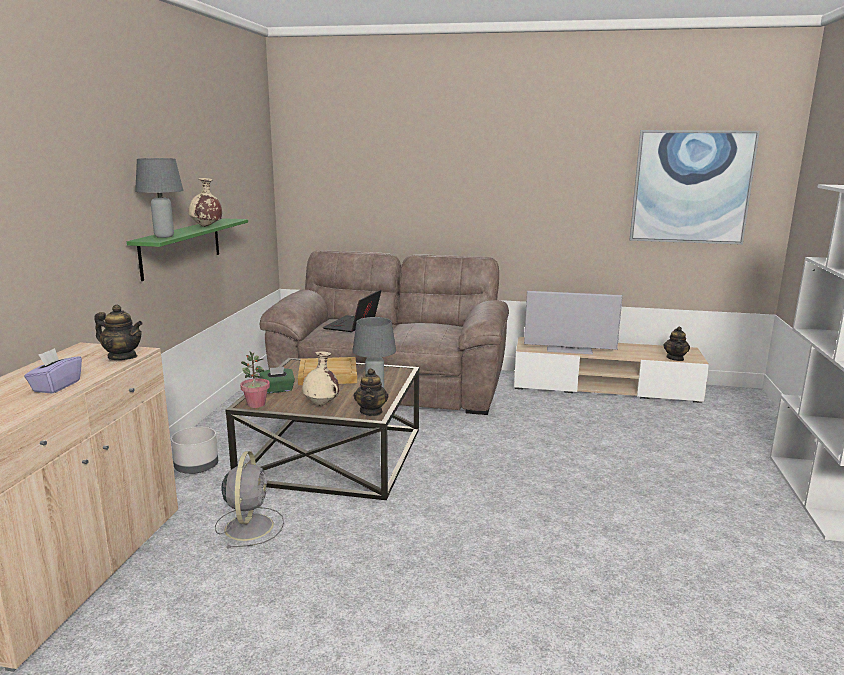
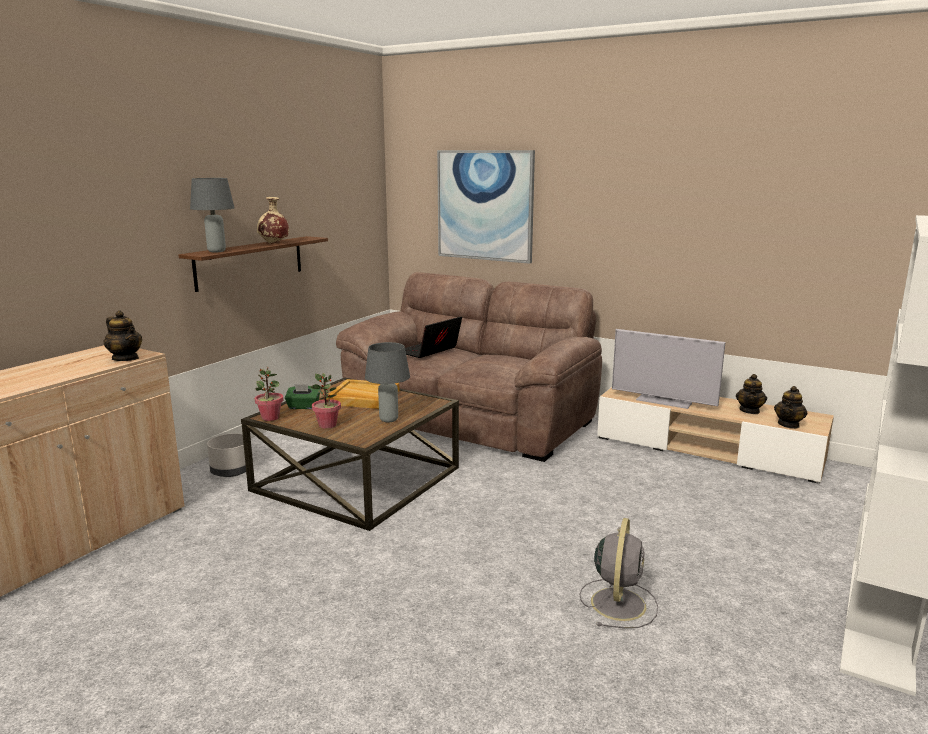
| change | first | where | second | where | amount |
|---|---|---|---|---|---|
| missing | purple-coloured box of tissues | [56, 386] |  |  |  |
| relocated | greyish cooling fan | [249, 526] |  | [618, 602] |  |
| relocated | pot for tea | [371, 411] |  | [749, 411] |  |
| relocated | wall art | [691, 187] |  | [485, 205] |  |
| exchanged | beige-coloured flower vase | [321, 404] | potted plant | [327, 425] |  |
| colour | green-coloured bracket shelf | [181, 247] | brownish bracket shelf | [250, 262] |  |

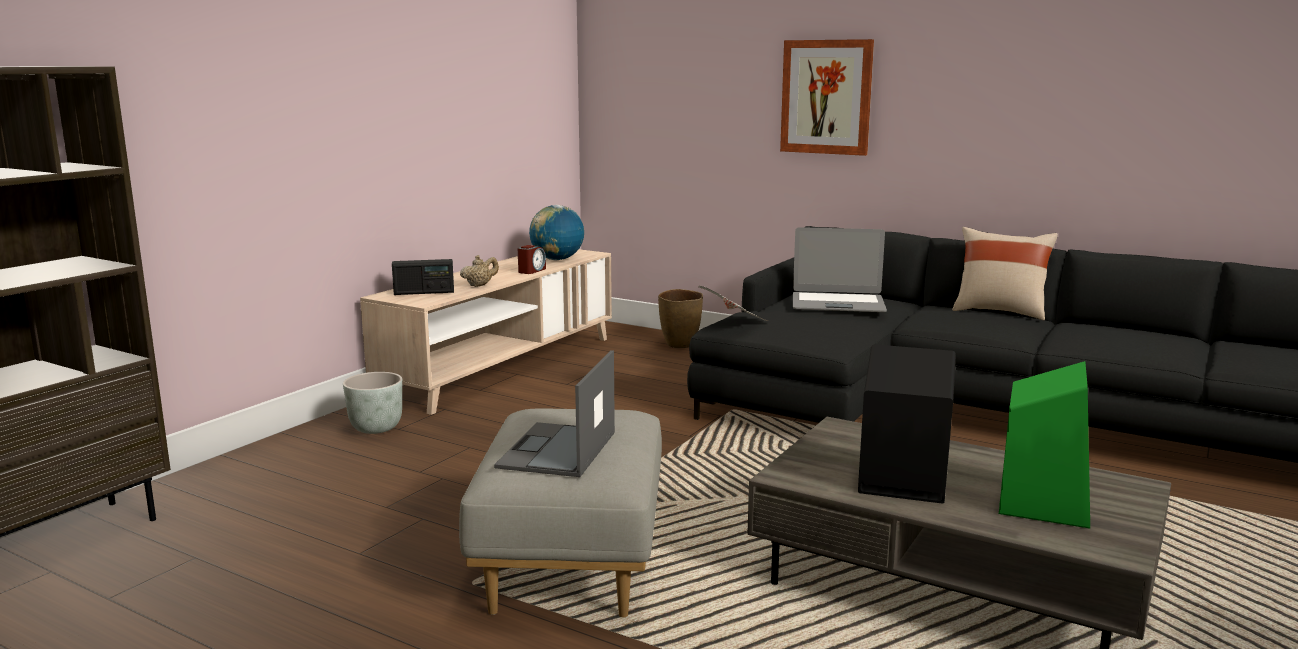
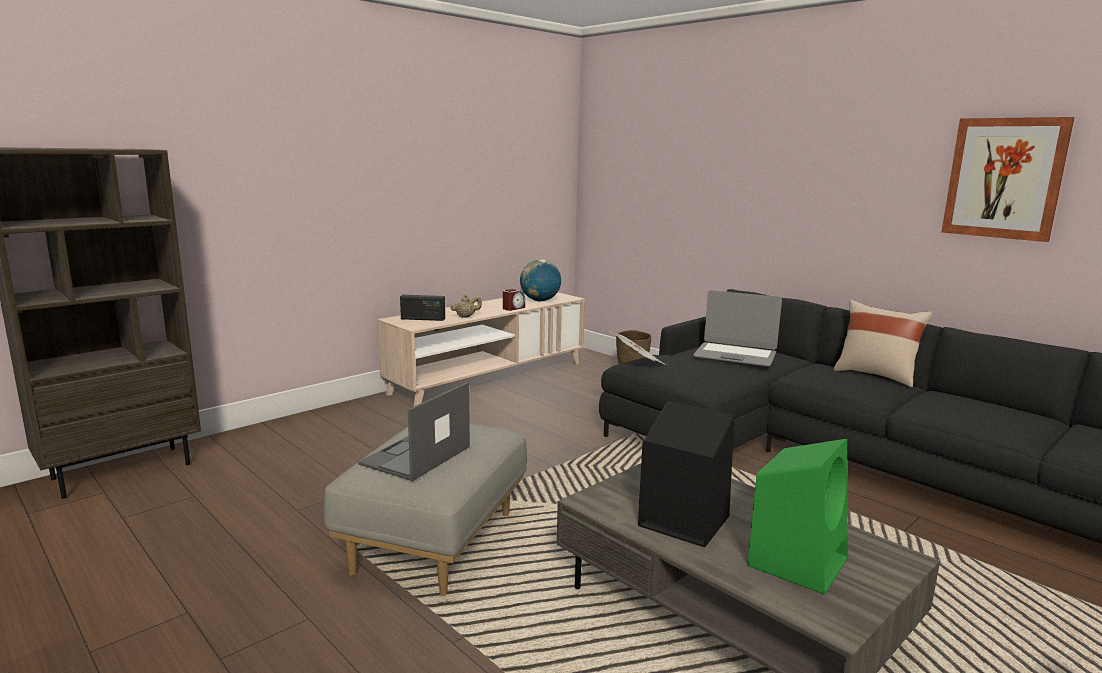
| change | first | where | second | where | amount |
|---|---|---|---|---|---|
| missing | greyish plant pot | [376, 428] |  |  |  |
| relocated | wall art | [826, 97] |  | [1004, 178] |  |

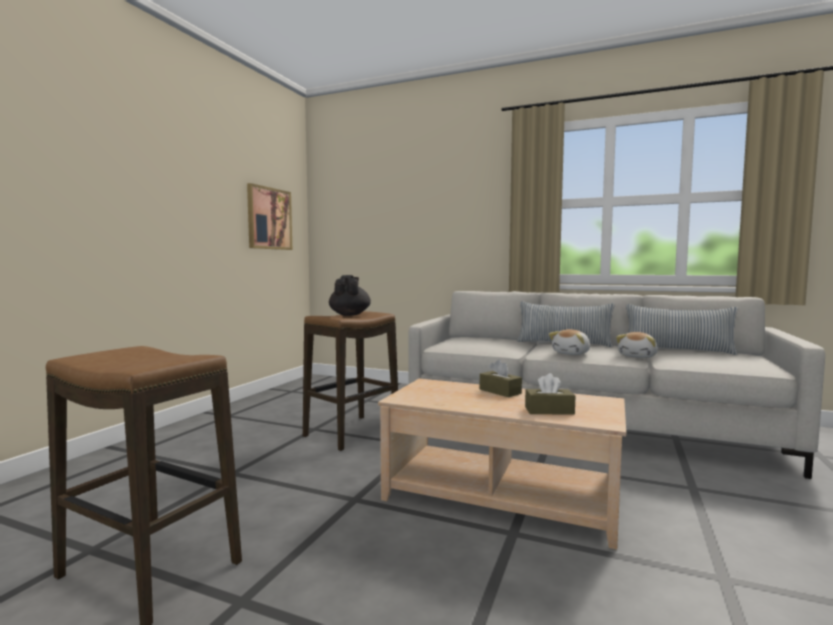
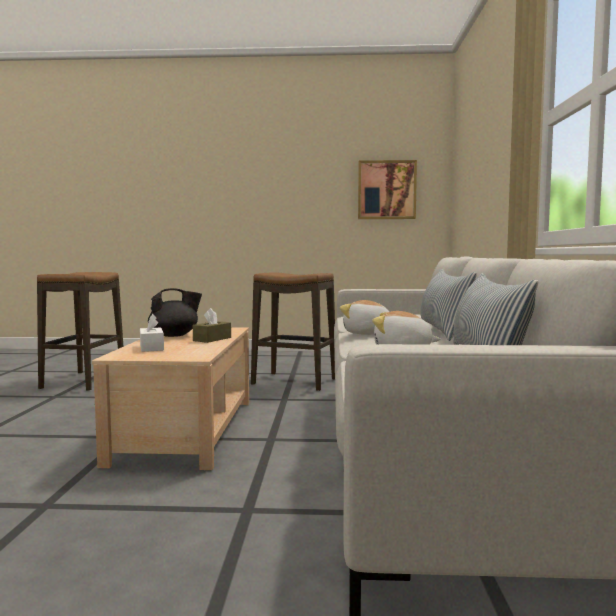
| change | first | where | second | where | amount |
|---|---|---|---|---|---|
| relocated | blackish pot for tea | [350, 315] |  | [174, 335] |  |
| colour | brownish box of tissues | [549, 410] | whitish box of tissues | [151, 347] |  |

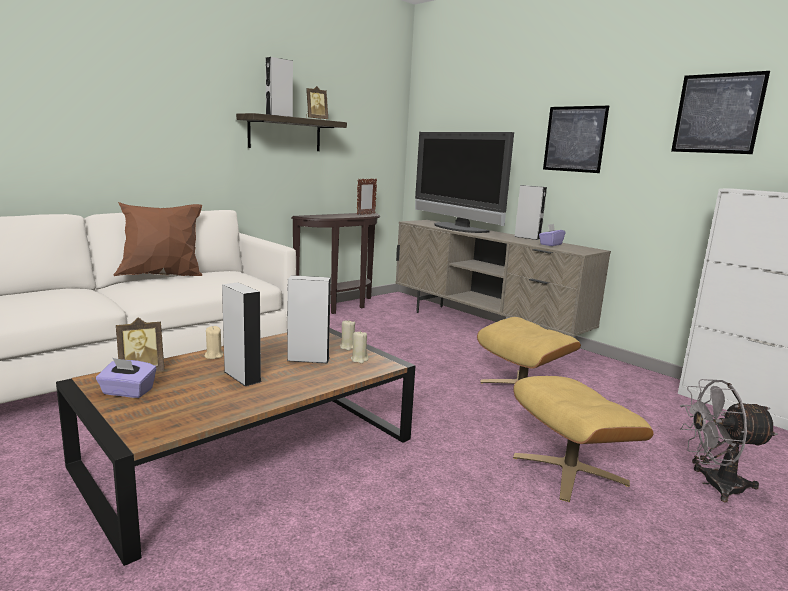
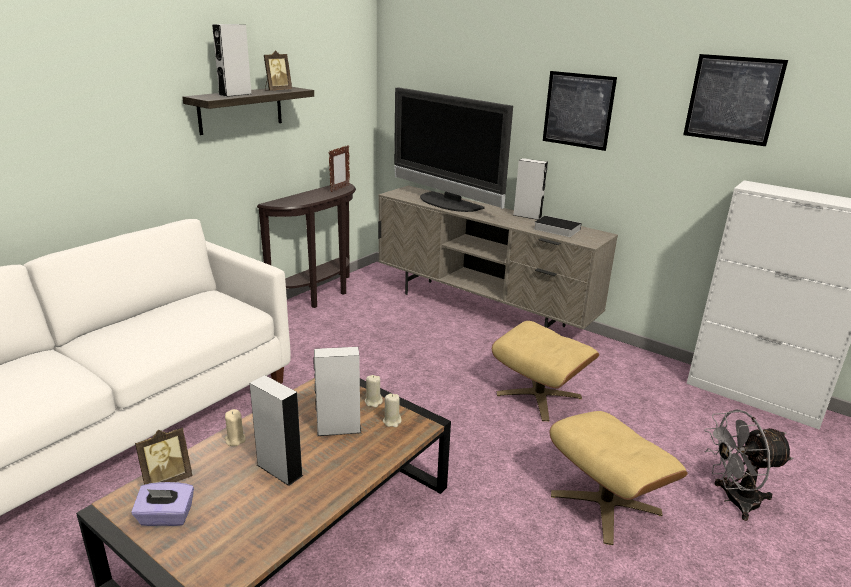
| change | first | where | second | where | amount |
|---|---|---|---|---|---|
| missing | brownish cushion | [163, 277] |  |  |  |
| exchanged | purple-coloured box of tissues | [550, 244] | book | [555, 229] |  |

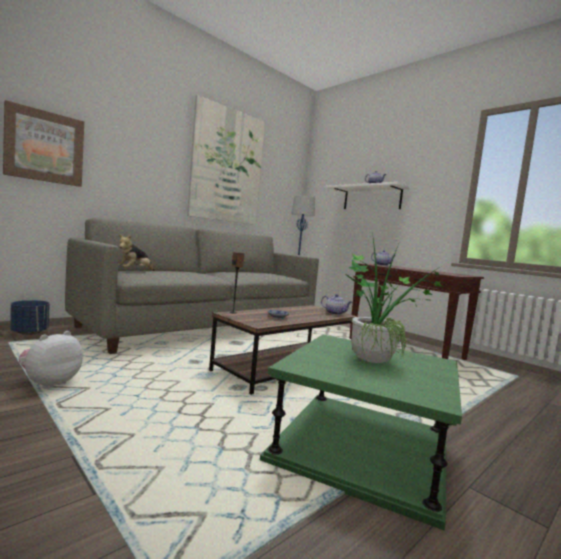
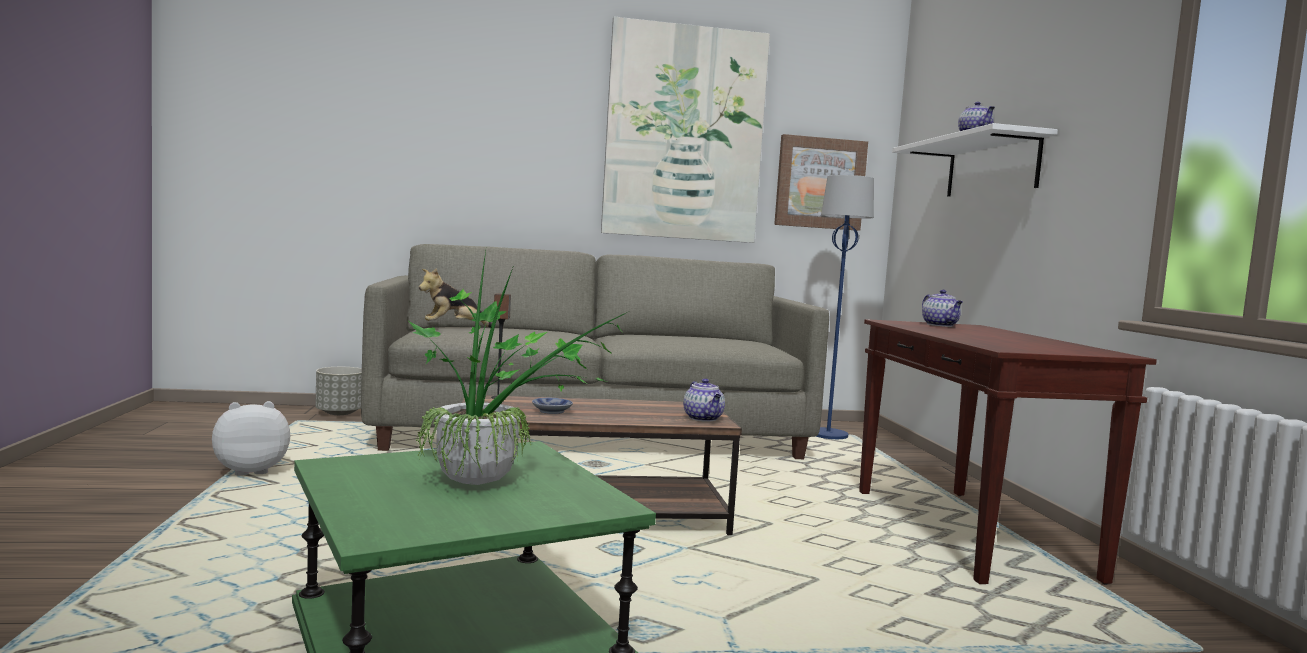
| change | first | where | second | where | amount |
|---|---|---|---|---|---|
| relocated | wall art | [45, 147] |  | [820, 183] |  |
| colour | blue-coloured plant pot | [30, 333] | greyish plant pot | [340, 413] |  |

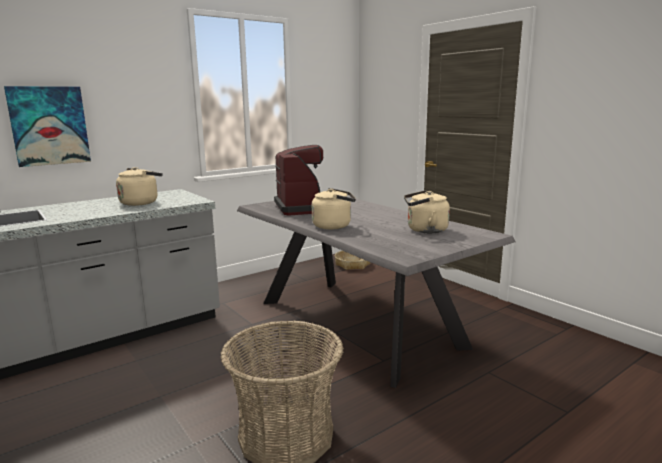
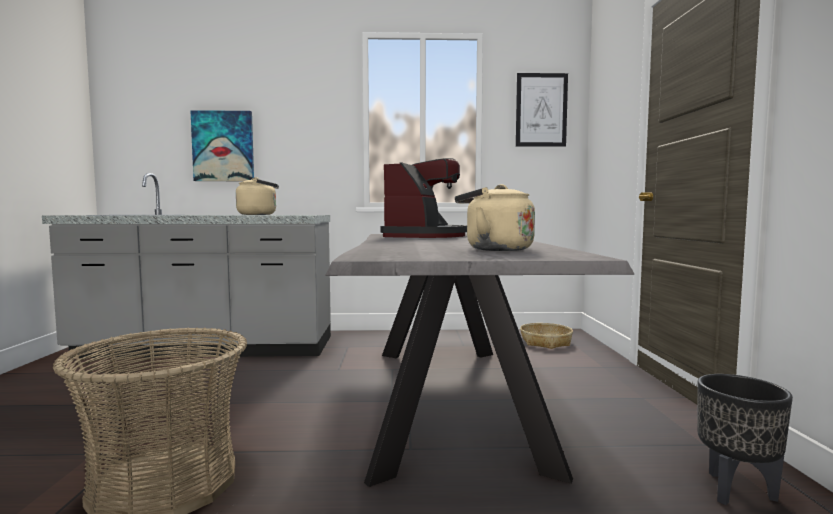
| change | first | where | second | where | amount |
|---|---|---|---|---|---|
| missing | beige-coloured water kettle | [334, 226] |  |  |  |
| appeared |  |  | wall art | [541, 110] |  |
| appeared |  |  | blackish plant pot | [737, 491] |  |

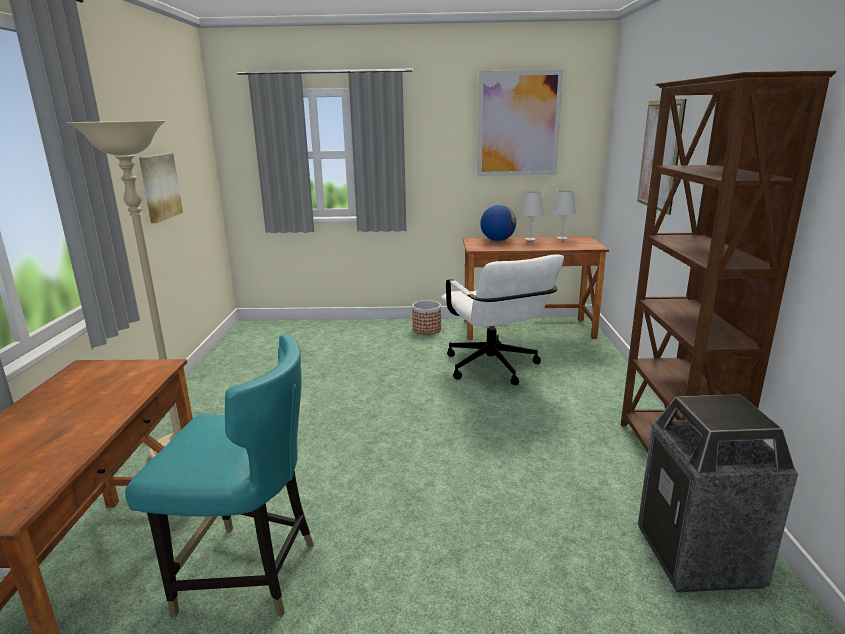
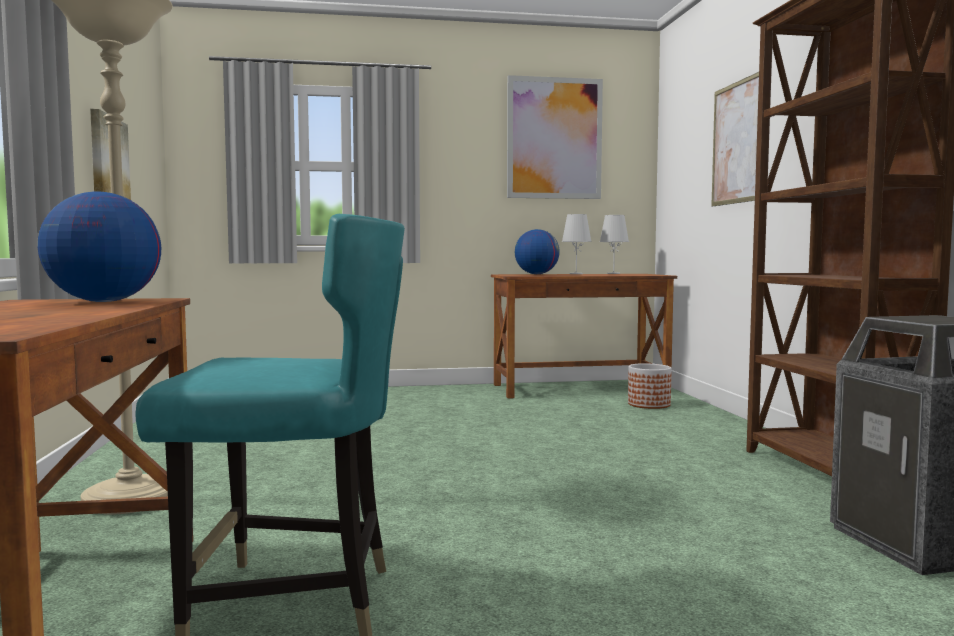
| change | first | where | second | where | amount |
|---|---|---|---|---|---|
| missing | whitish computer chair | [495, 369] |  |  |  |
| appeared |  |  | desk globe | [103, 302] |  |
| relocated | plant pot | [426, 329] |  | [648, 404] |  |

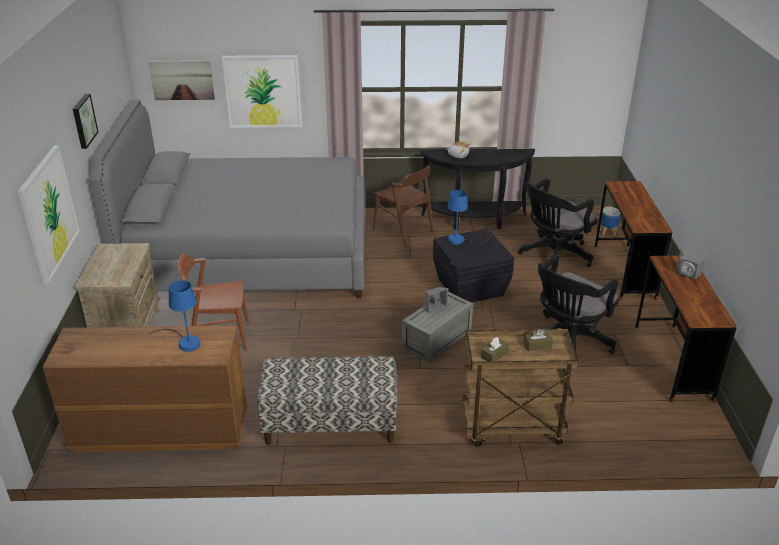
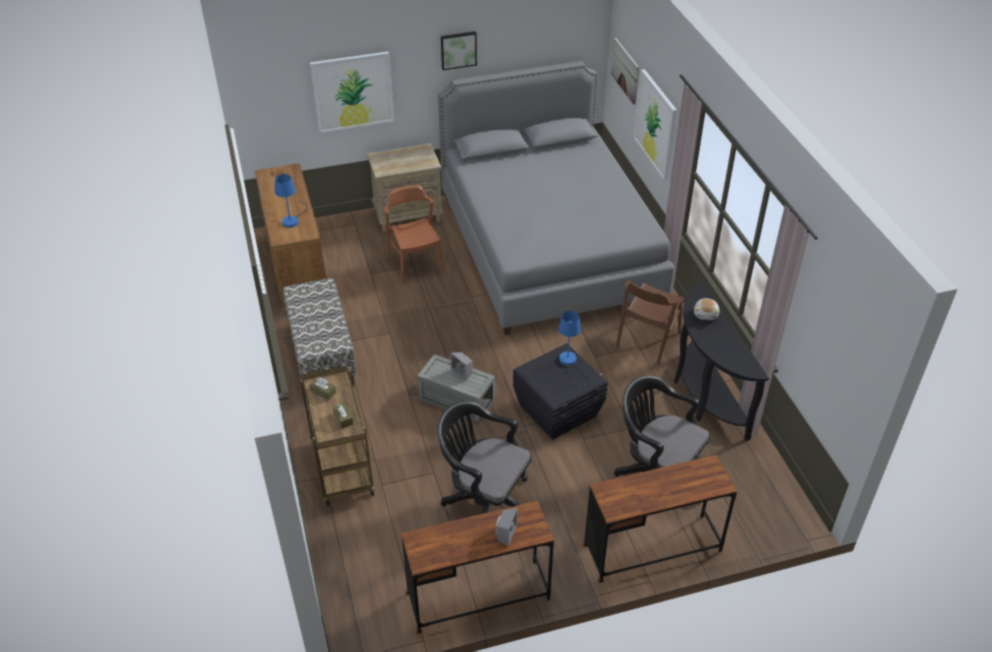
| change | first | where | second | where | amount |
|---|---|---|---|---|---|
| missing | plant pot | [607, 232] |  |  |  |

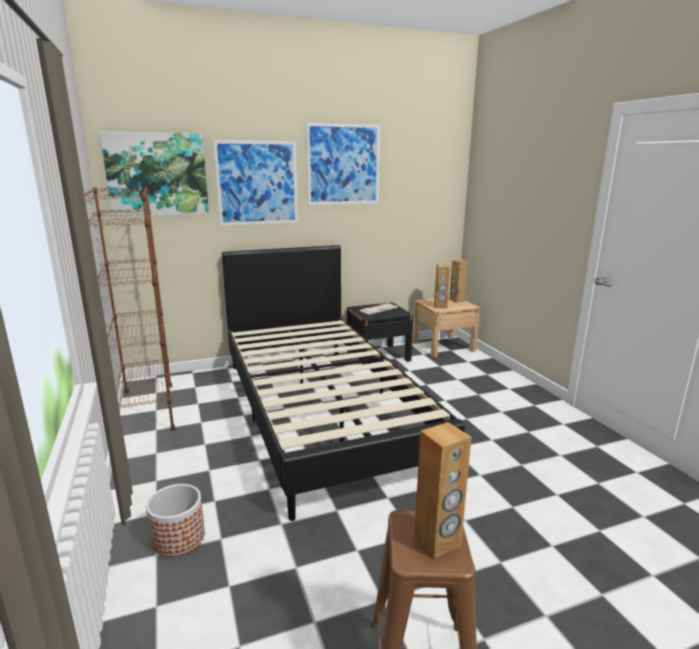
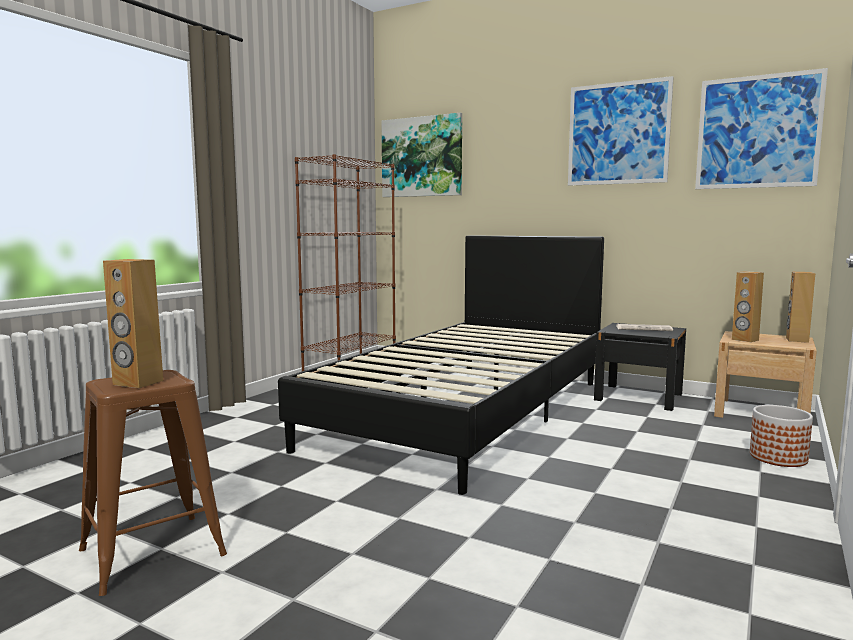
| change | first | where | second | where | amount |
|---|---|---|---|---|---|
| relocated | plant pot | [179, 538] |  | [778, 458] |  |
| relocated | wall art | [257, 183] |  | [757, 132] |  |

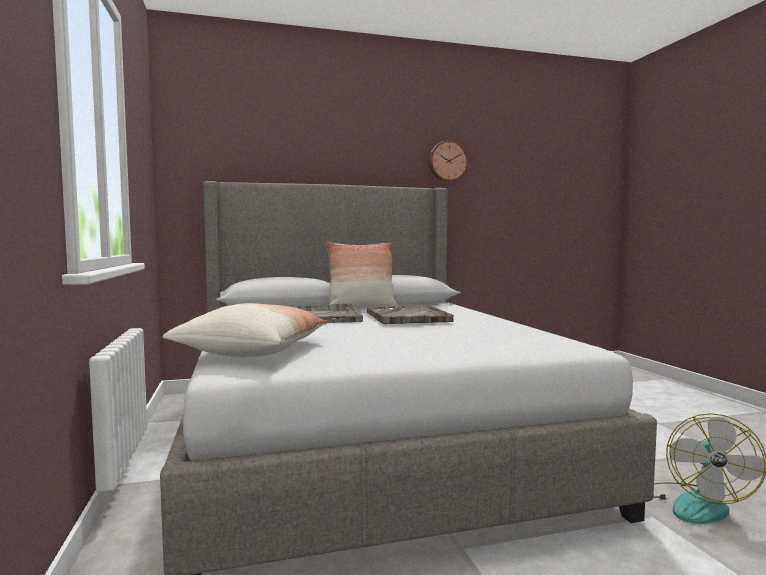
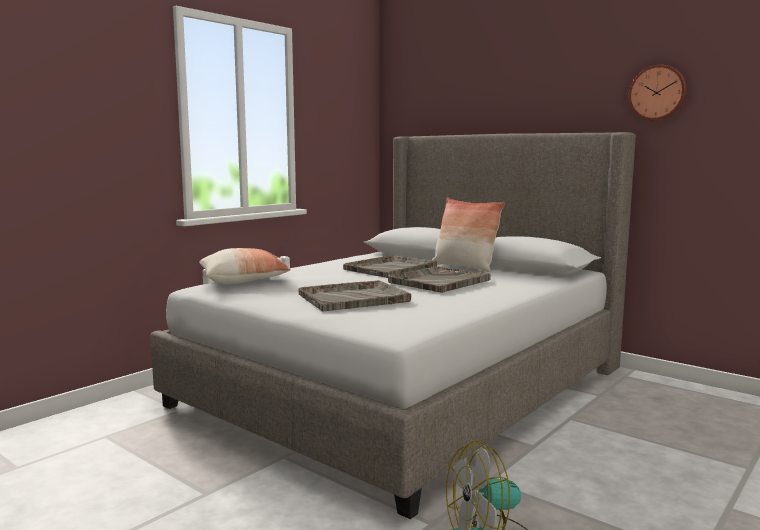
| change | first | where | second | where | amount |
|---|---|---|---|---|---|
| appeared |  |  | greyish serving tray | [354, 298] |  |

